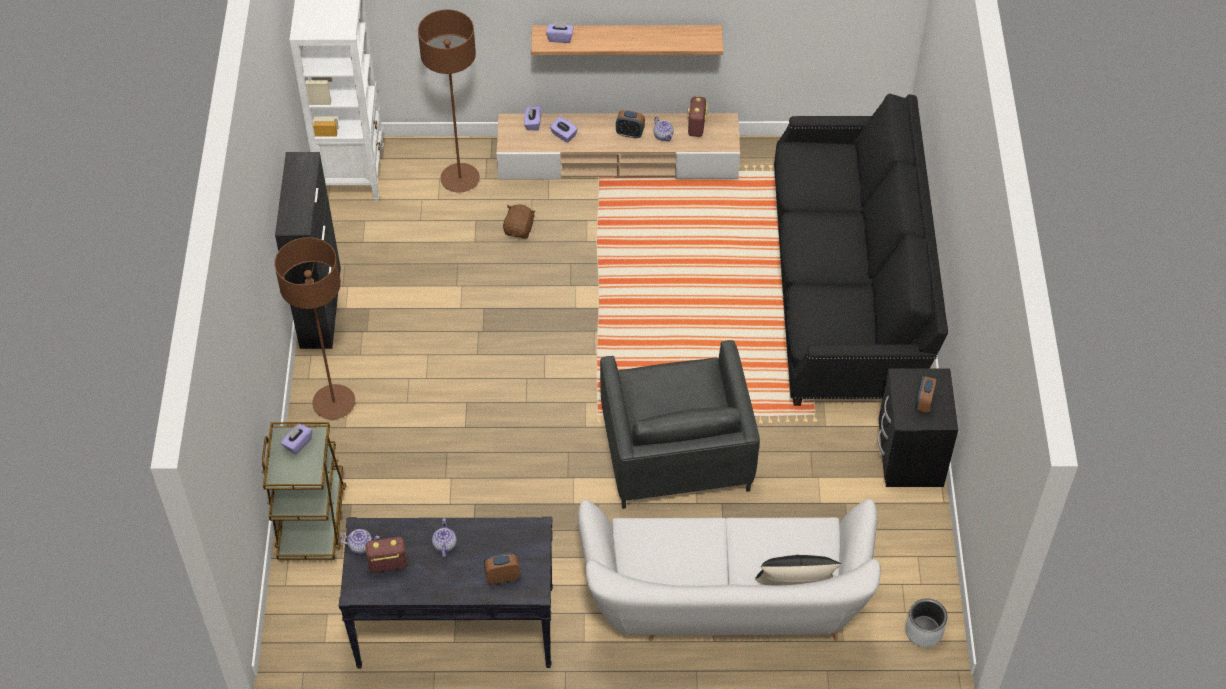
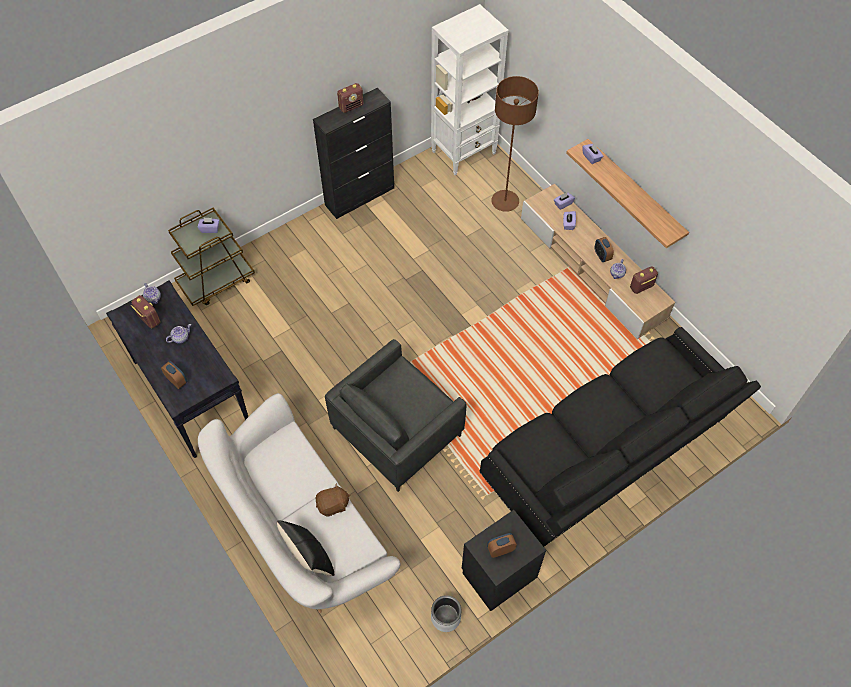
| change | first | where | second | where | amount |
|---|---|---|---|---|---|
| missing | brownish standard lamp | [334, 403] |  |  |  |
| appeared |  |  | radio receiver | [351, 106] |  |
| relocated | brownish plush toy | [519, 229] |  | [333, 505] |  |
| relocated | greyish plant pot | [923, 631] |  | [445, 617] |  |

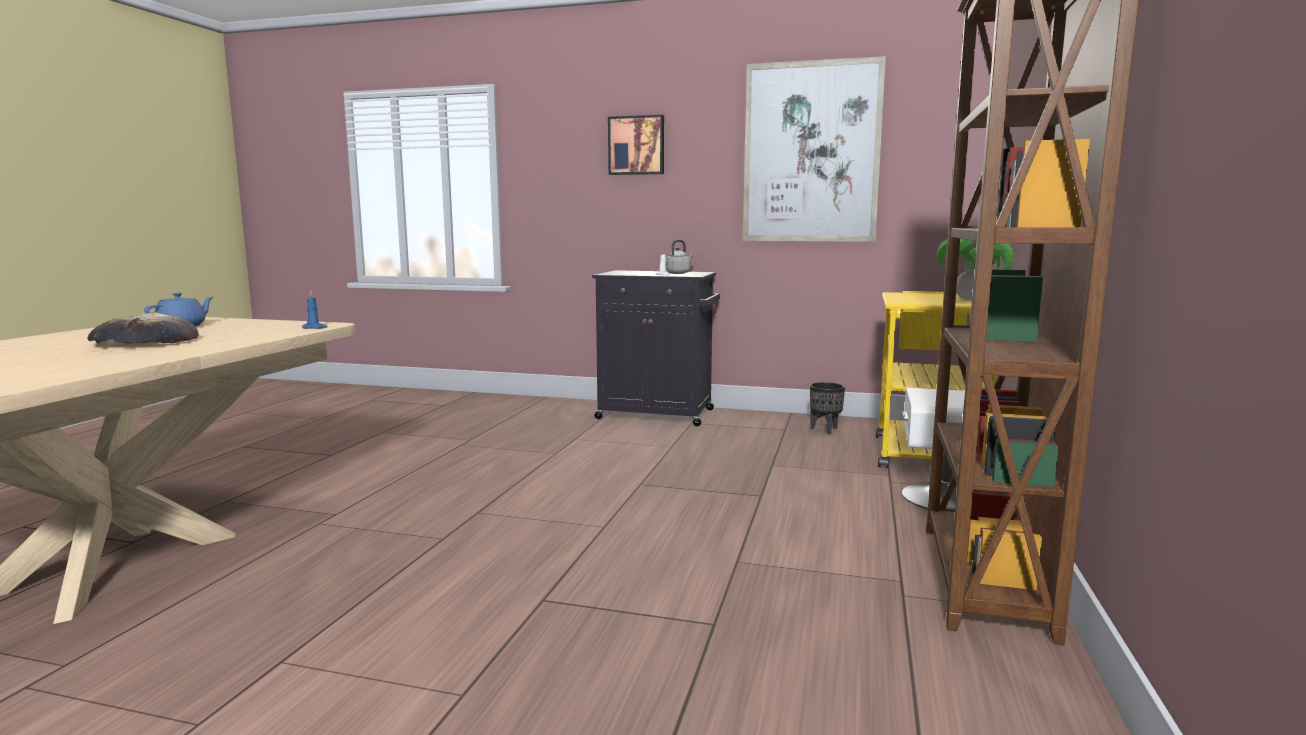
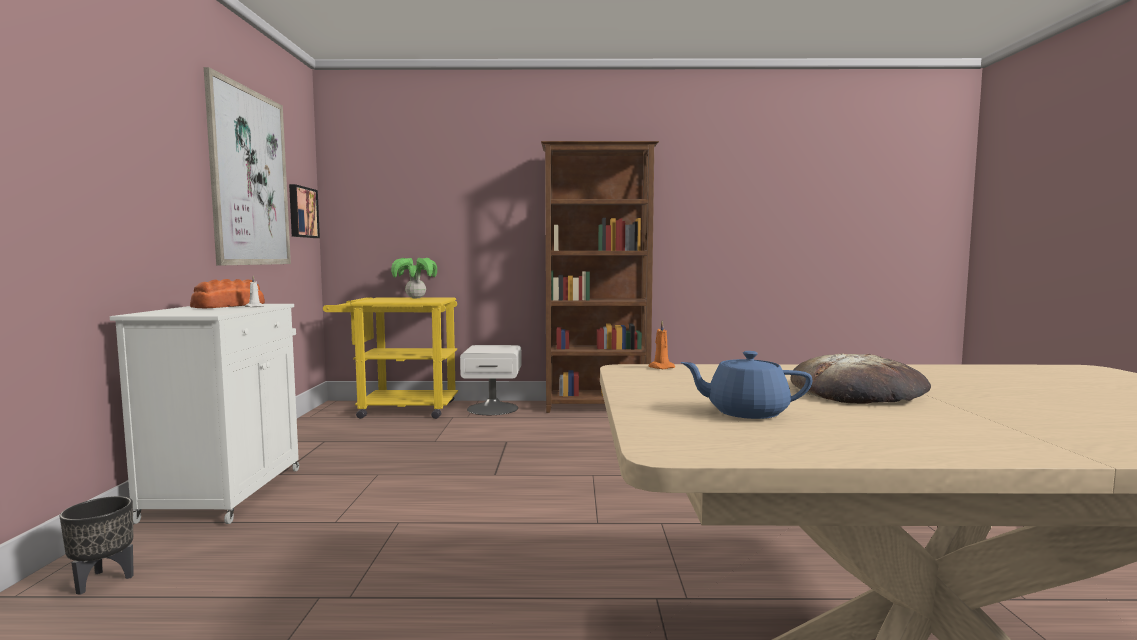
| change | first | where | second | where | amount |
|---|---|---|---|---|---|
| relocated | wall art | [636, 145] |  | [302, 212] |  |
| relocated | blackish plant pot | [825, 430] |  | [104, 580] |  |
| exchanged | greyish water kettle | [678, 273] | baked bread | [227, 306] |  |
| colour | blue-coloured wax light | [315, 328] | orange-coloured wax light | [660, 367] |  |
| colour | blackish storage cabinet | [658, 414] | whitish storage cabinet | [226, 492] |  |

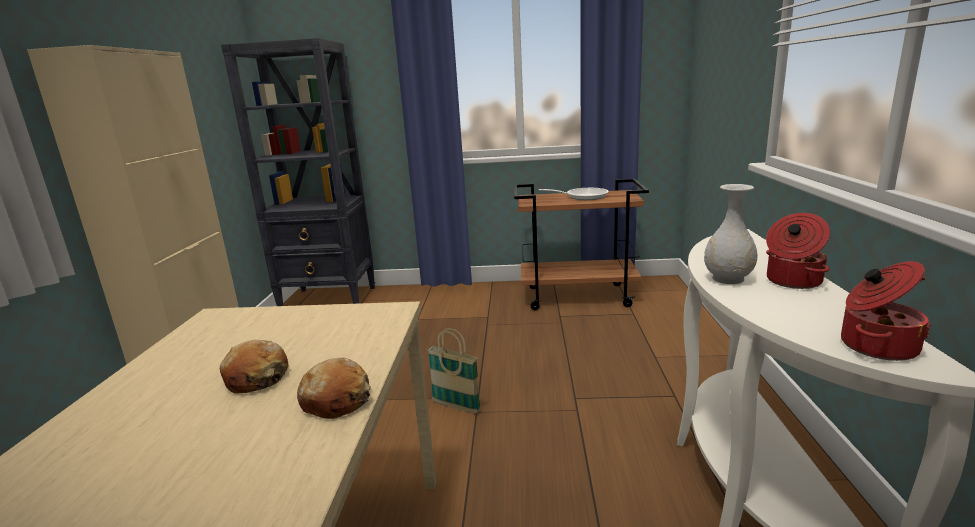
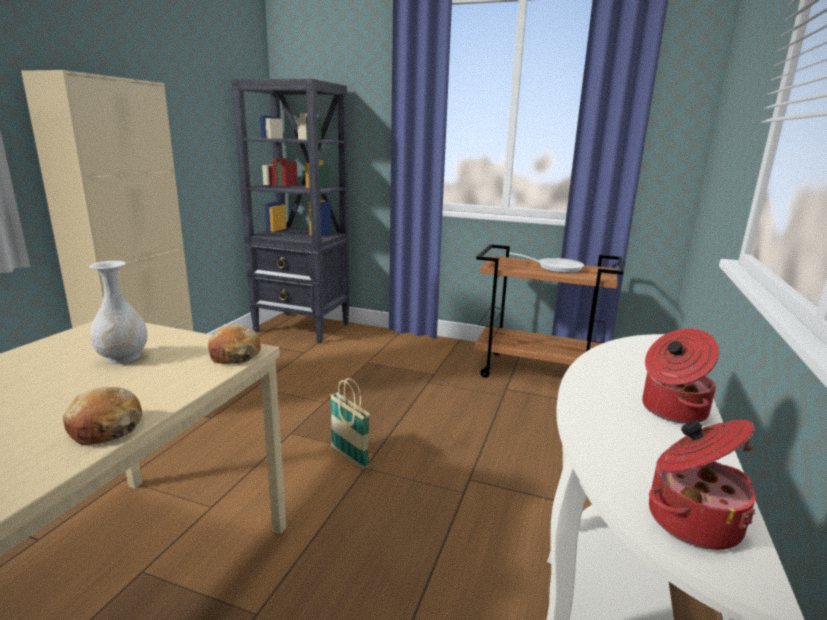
| change | first | where | second | where | amount |
|---|---|---|---|---|---|
| relocated | baked bread | [256, 378] |  | [234, 355] |  |
| relocated | whitish flower vase | [728, 279] |  | [124, 357] |  |

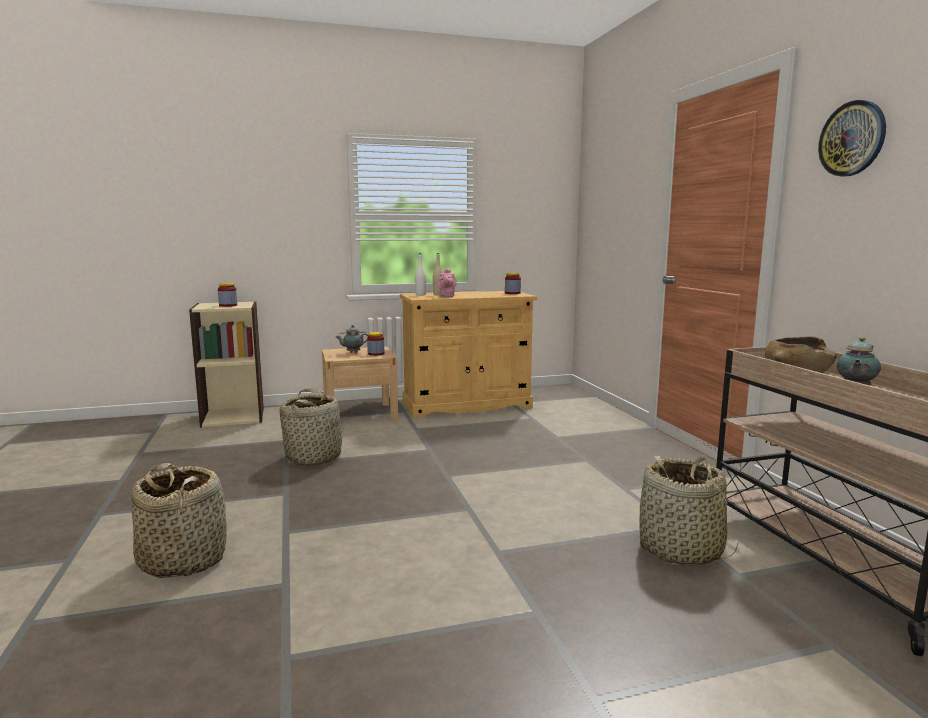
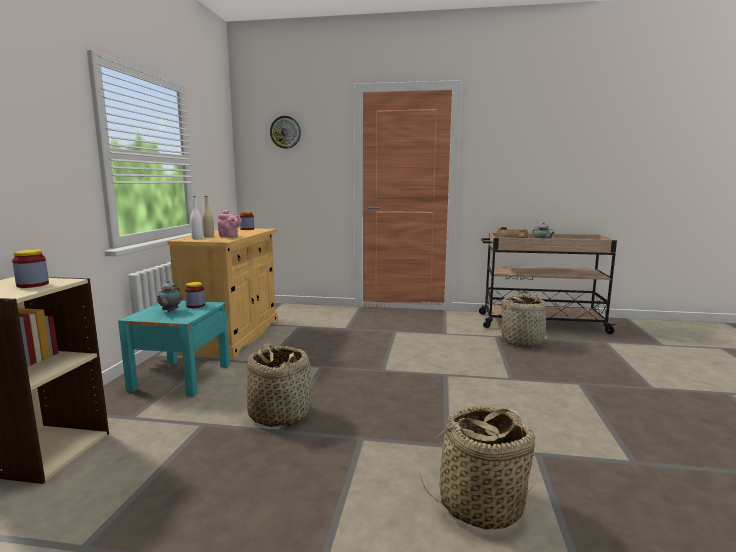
| change | first | where | second | where | amount |
|---|---|---|---|---|---|
| relocated | hanging clock | [852, 139] |  | [285, 132] |  |
| colour | beige-coloured nightstand | [360, 414] | turquoise-coloured nightstand | [181, 377] |  |

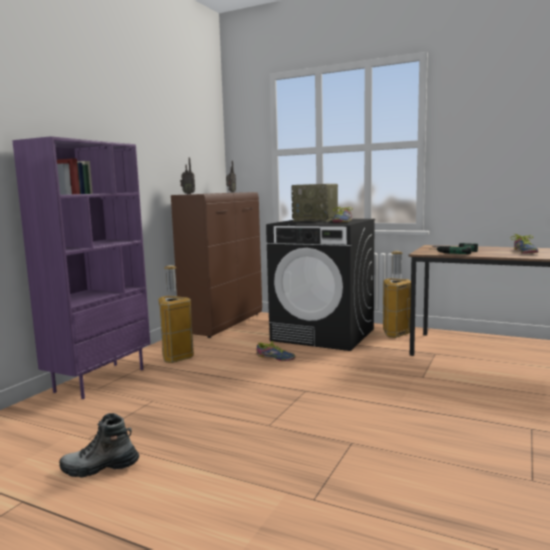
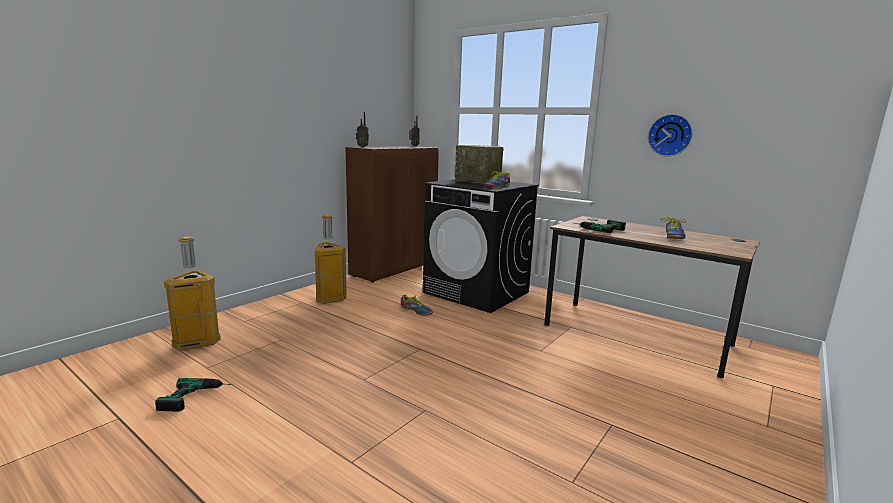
| change | first | where | second | where | amount |
|---|---|---|---|---|---|
| missing | purple-coloured bookshelf | [100, 380] |  |  |  |
| appeared |  |  | hanging clock | [670, 135] |  |
| relocated | rubbish bin | [395, 334] |  | [196, 343] |  |
| exchanged | tall boot | [100, 468] | drill | [197, 397] |  |

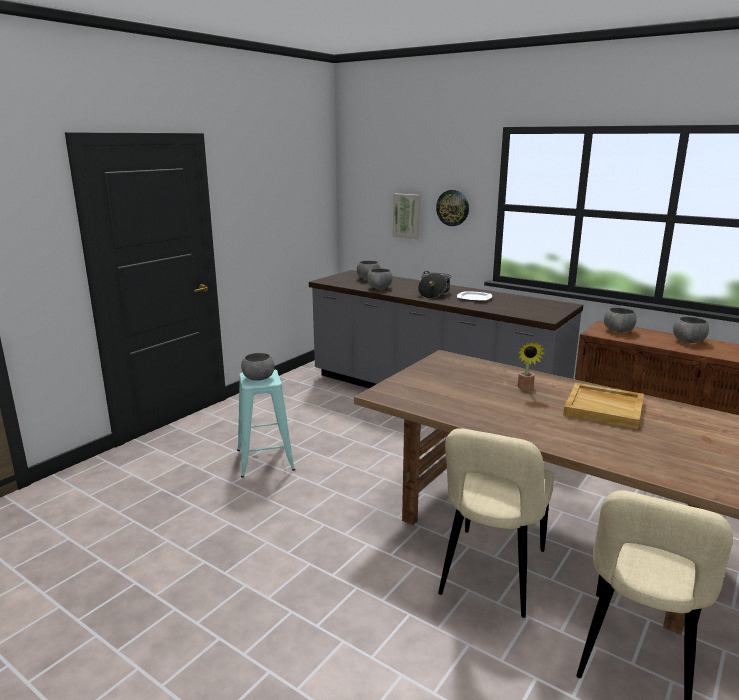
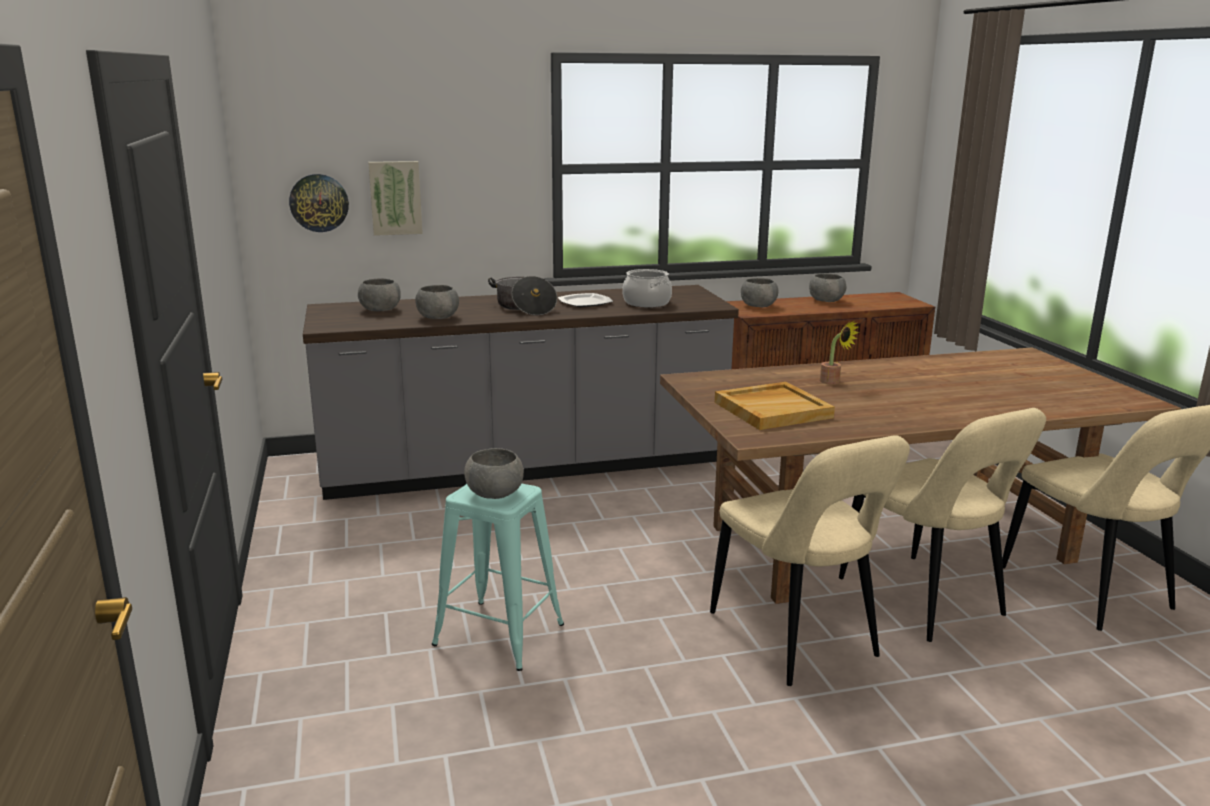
| change | first | where | second | where | amount |
|---|---|---|---|---|---|
| appeared |  |  | cooking pot | [647, 303] |  |
| appeared |  |  | beige-coloured upright chair | [797, 639] |  |
| relocated | hanging clock | [453, 208] |  | [319, 203] |  |
| relocated | beige-coloured serving tray | [604, 408] |  | [773, 409] |  |

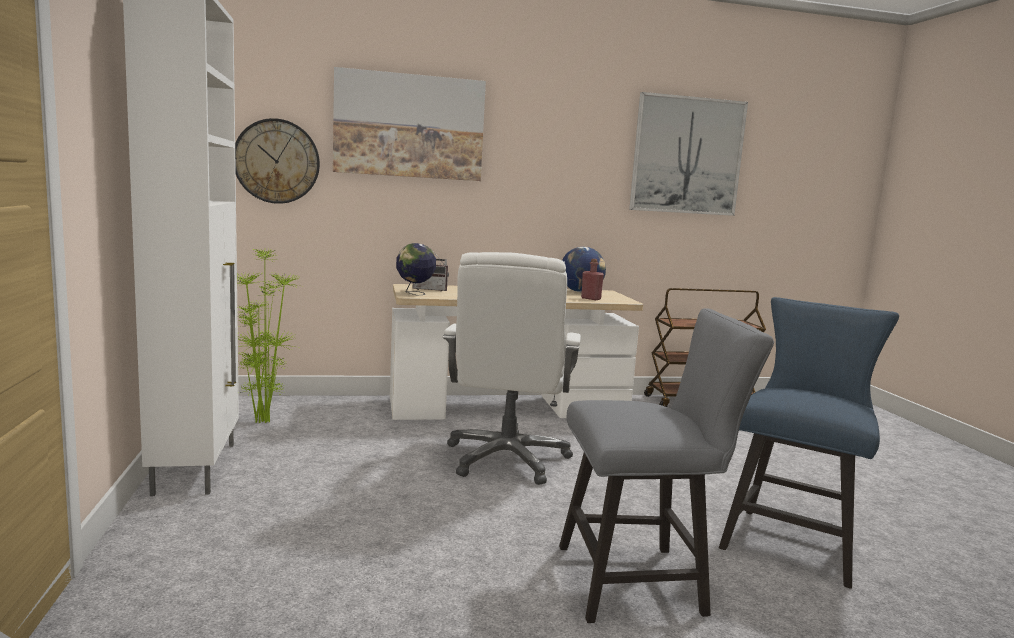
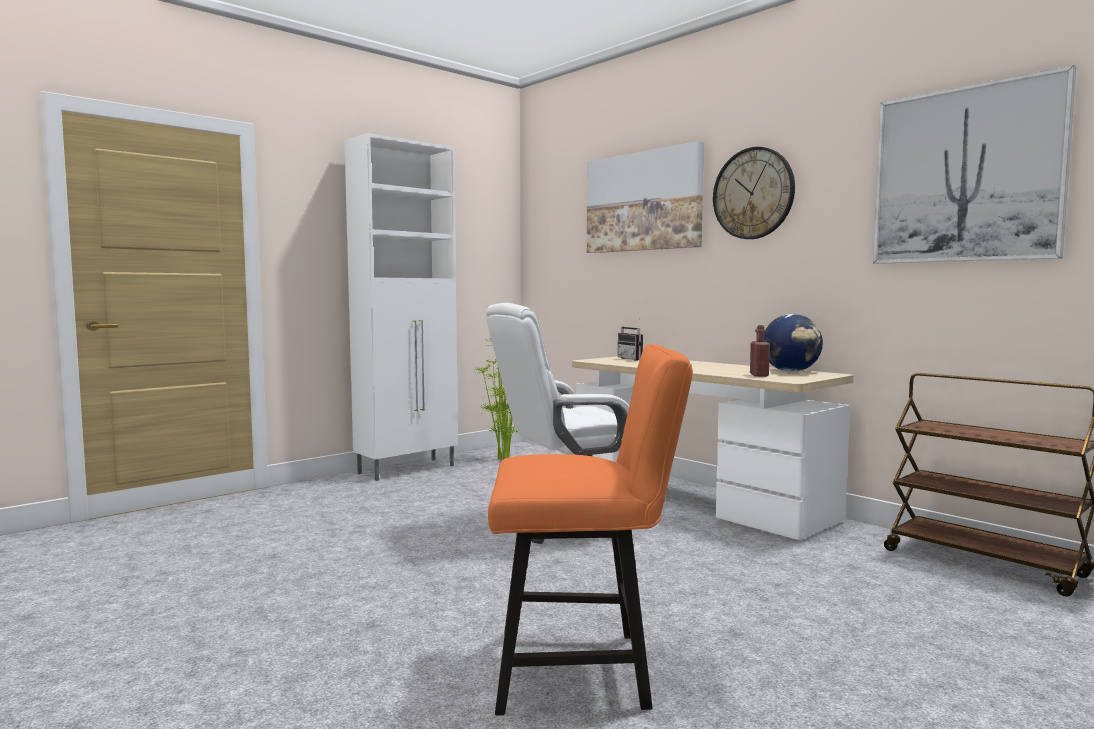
| change | first | where | second | where | amount |
|---|---|---|---|---|---|
| missing | desk globe | [415, 294] |  |  |  |
| missing | greyish upright chair | [642, 581] |  |  |  |
| relocated | hanging clock | [277, 161] |  | [753, 193] |  |
| colour | blue-coloured upright chair | [792, 540] | orange-coloured upright chair | [586, 669] |  |

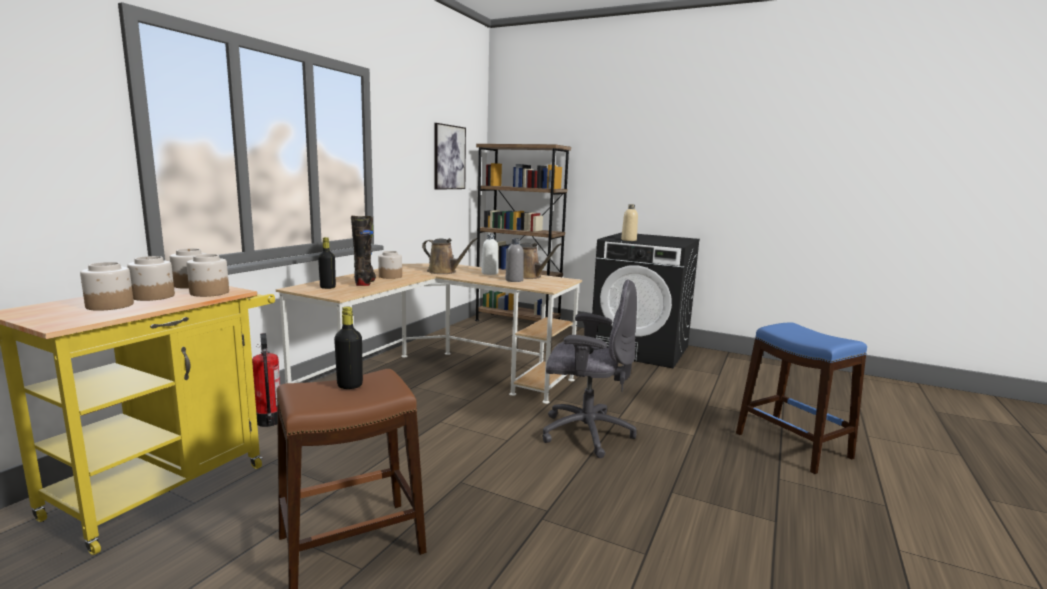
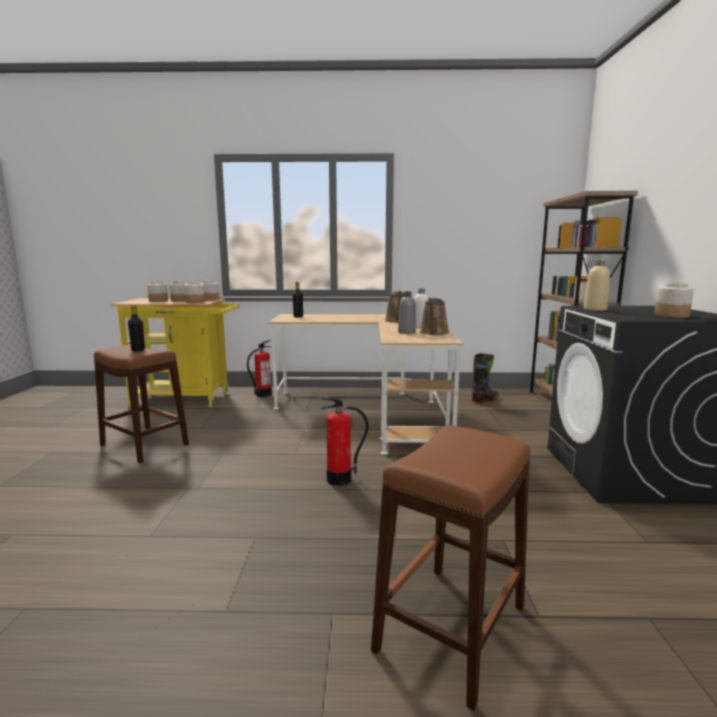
| change | first | where | second | where | amount |
|---|---|---|---|---|---|
| missing | wall art | [449, 157] |  |  |  |
| relocated | blackish tall boot | [365, 282] |  | [485, 400] |  |
| relocated | jar | [390, 276] |  | [672, 315] |  |
| exchanged | greyish computer chair | [585, 432] | fire extinguisher | [339, 479] |  |
| colour | blue-coloured stool seat | [792, 445] | brownish stool seat | [453, 628] |  |

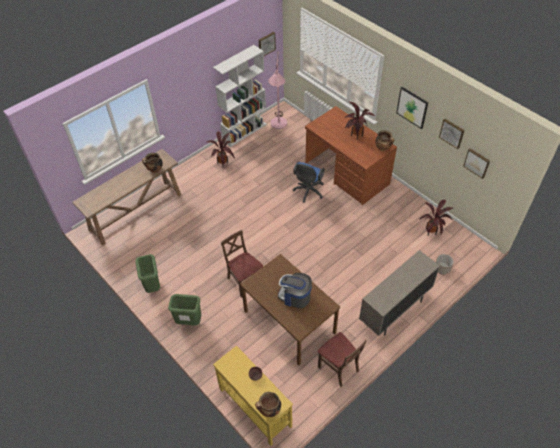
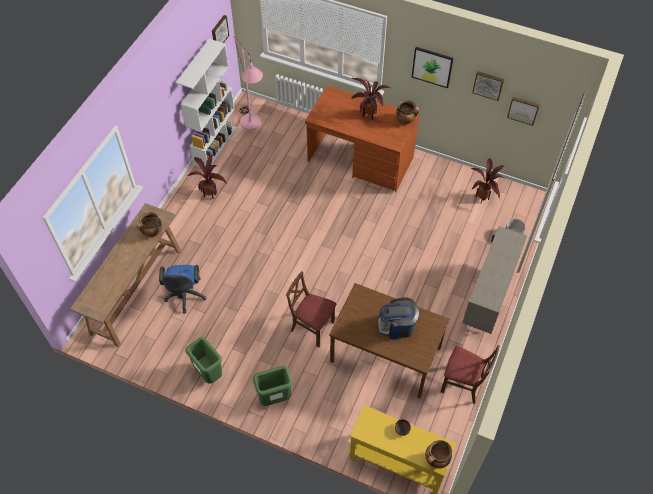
| change | first | where | second | where | amount |
|---|---|---|---|---|---|
| relocated | blue-coloured computer chair | [308, 192] |  | [185, 296] |  |

